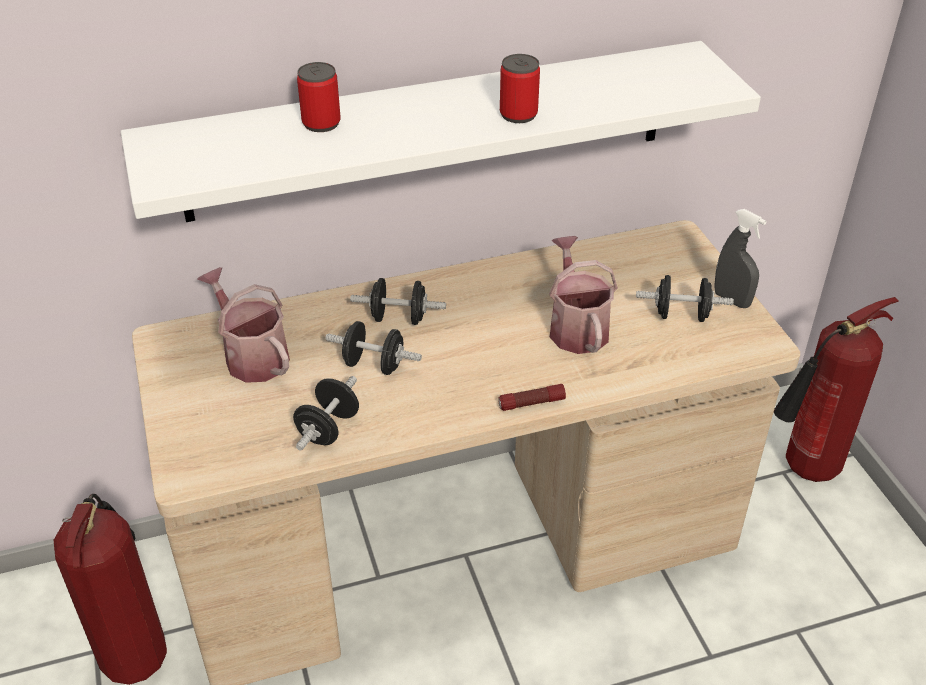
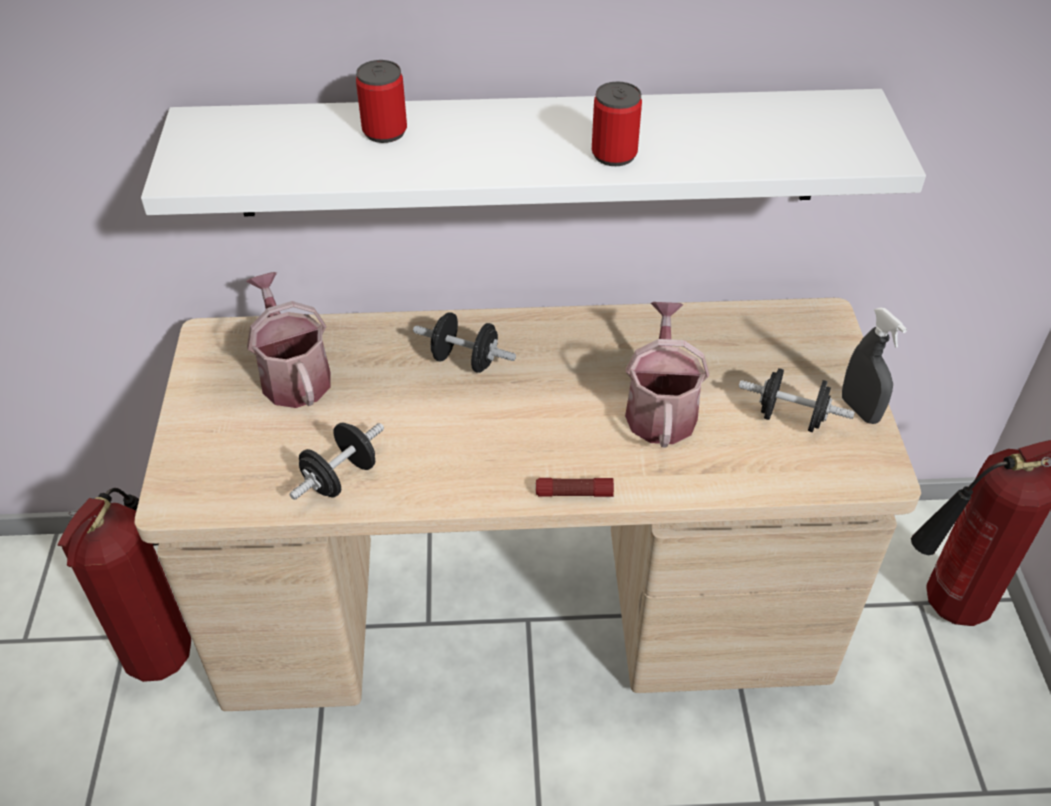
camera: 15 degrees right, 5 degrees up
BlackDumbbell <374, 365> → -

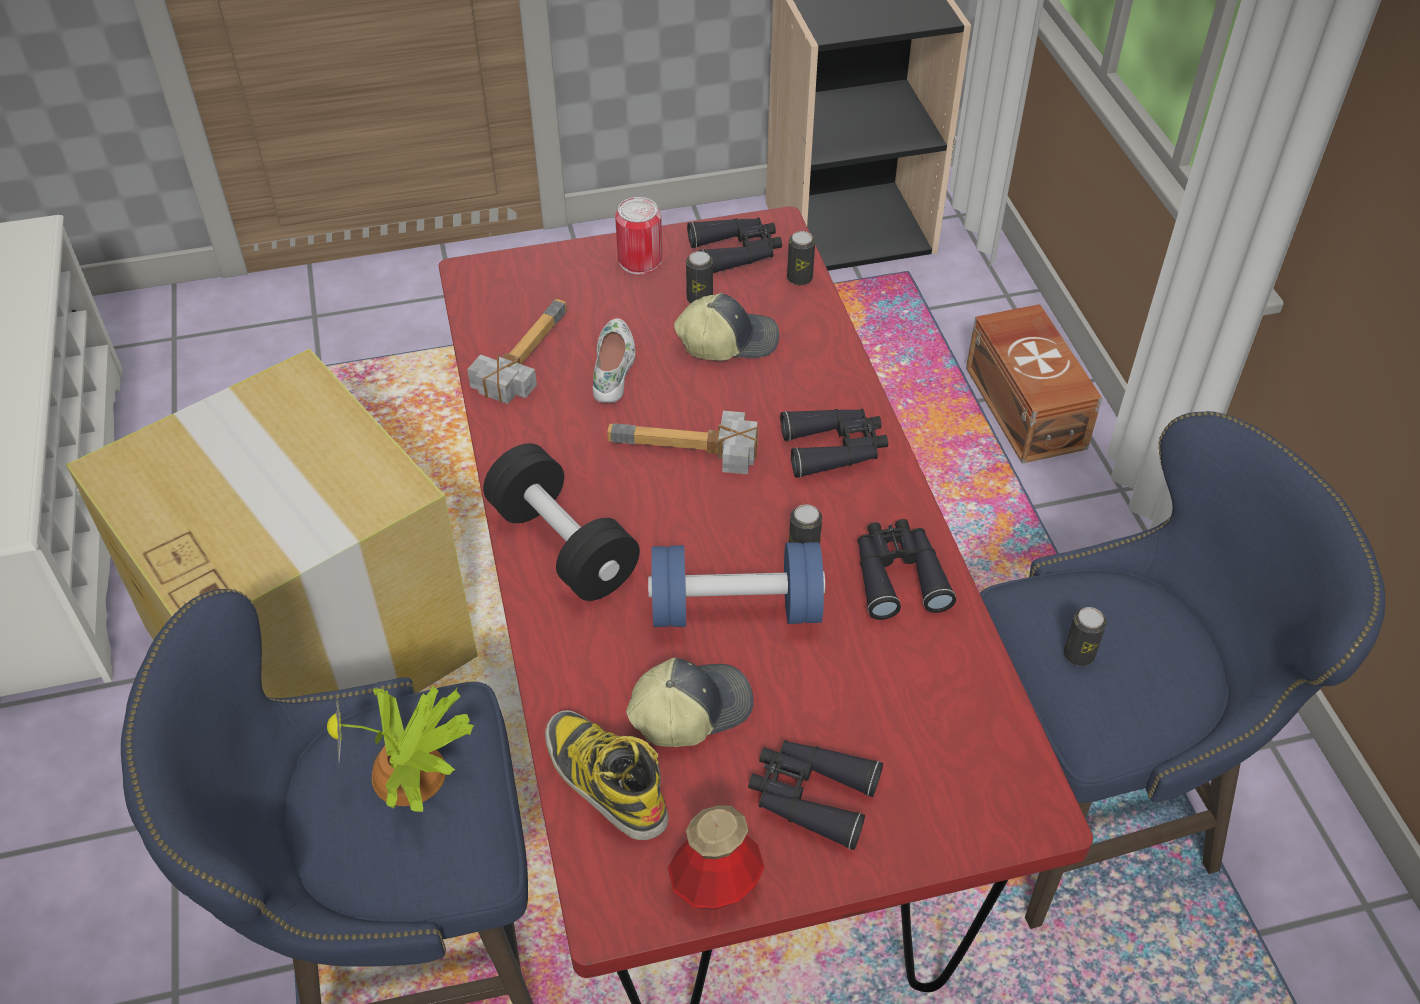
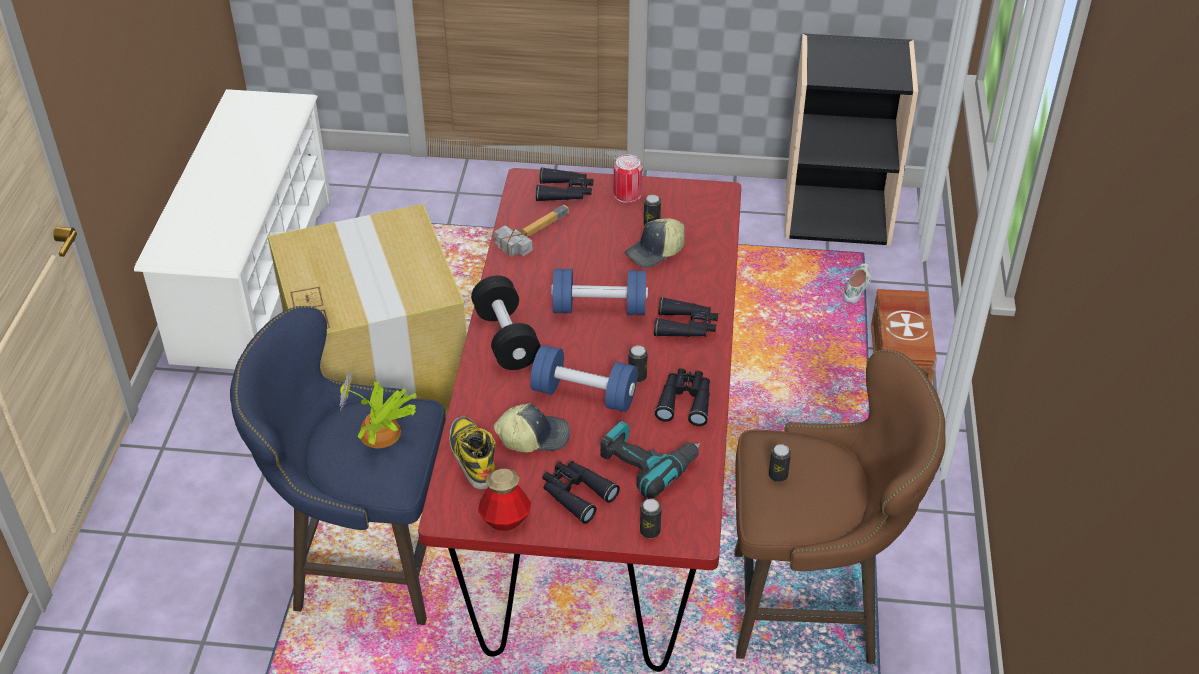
camera: 20 degrees right, 5 degrees down
WhiteShoe <614, 367> → WhiteShoe <857, 287>, relocated
Hammer <687, 453> → BlueDumbbell <599, 308>
Cap <727, 341> → Cap <655, 252>, 135 degrees clockwise
BlackBinoculars <736, 253> → BlackBinoculars <565, 192>, relocated
Can <799, 278> → Can <650, 531>, relocated
BlueStool <1092, 809> → BrownStool <812, 607>
- → PowerDrill <648, 463>

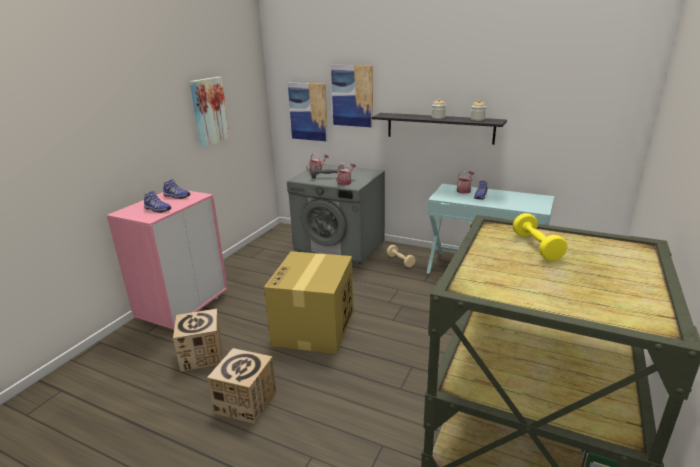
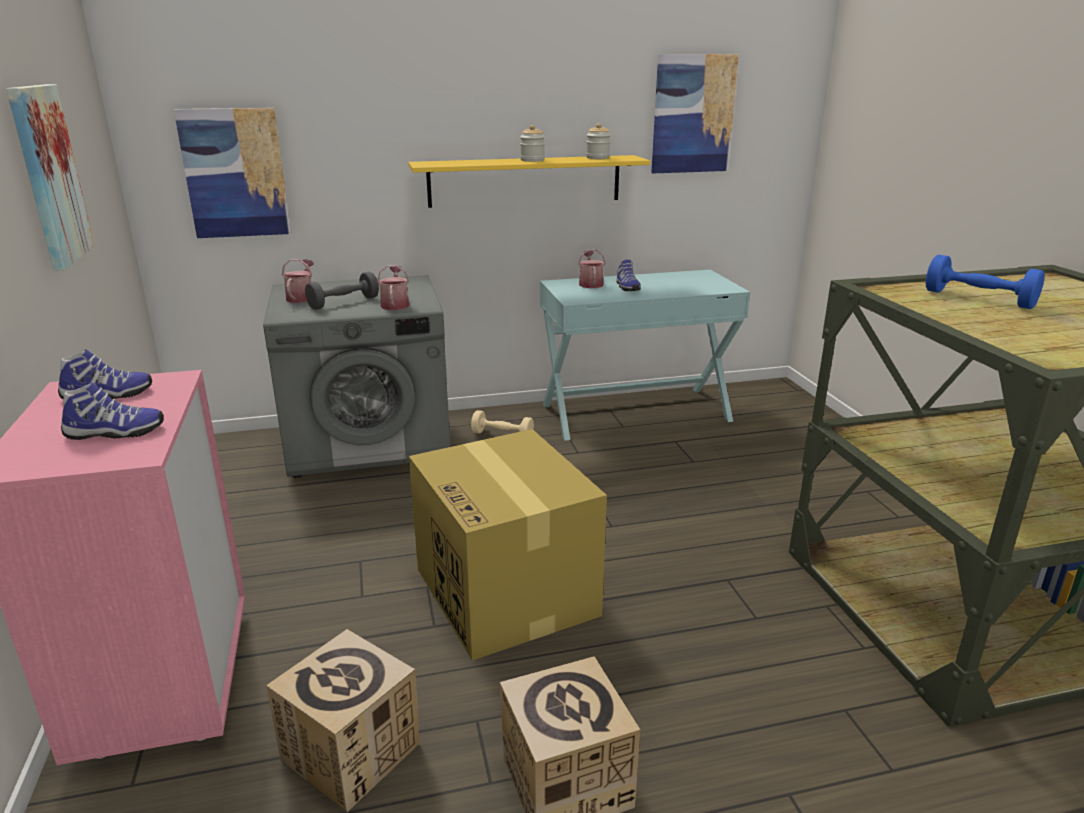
camera: 40 degrees left, 0 degrees up
Picture <352, 96> → Picture <693, 114>, relocated
BlackShelf <439, 128> → YellowShelf <525, 181>
YellowDumbbell <536, 247> → BlueDumbbell <978, 299>

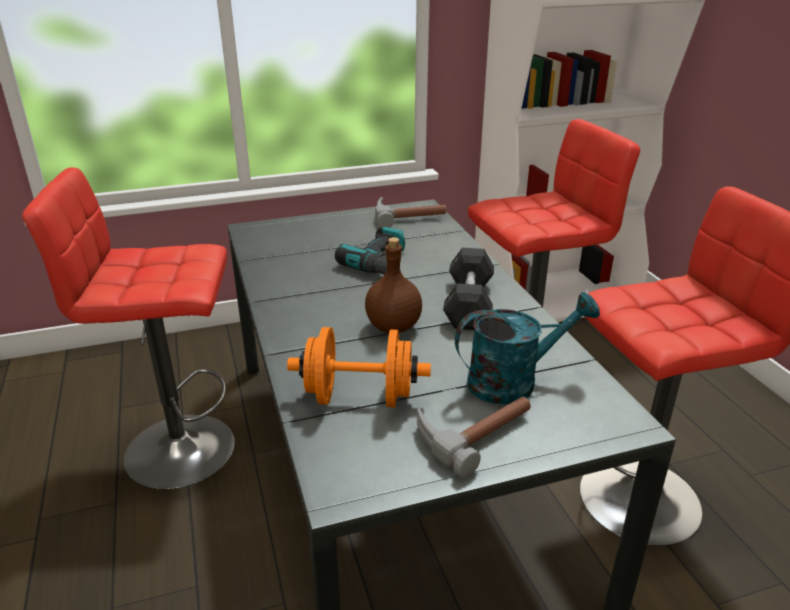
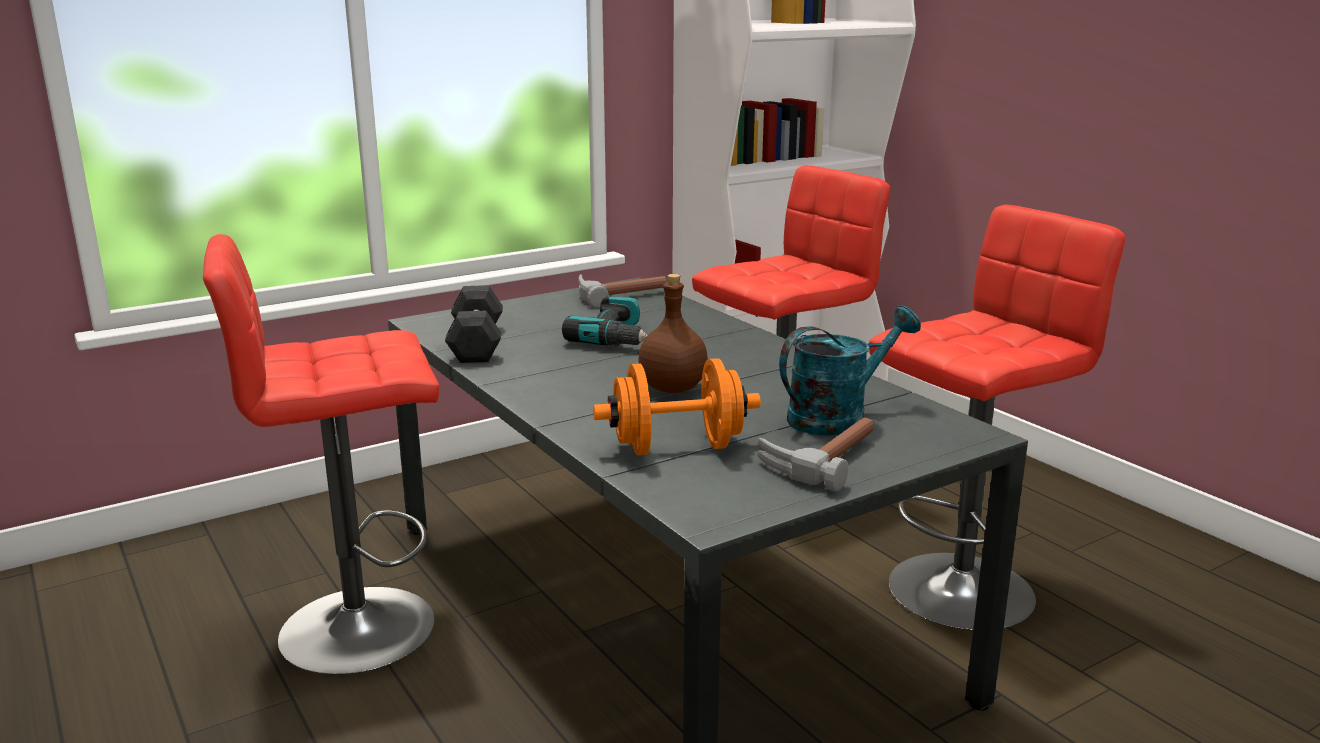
camera: 15 degrees left, 10 degrees down
GreyDumbbell <468, 304> → GreyDumbbell <476, 344>, relocated

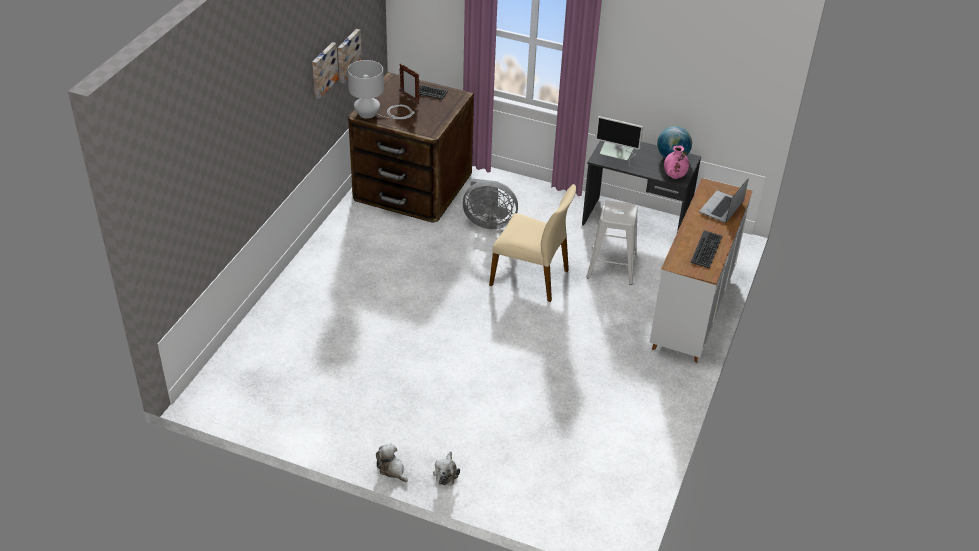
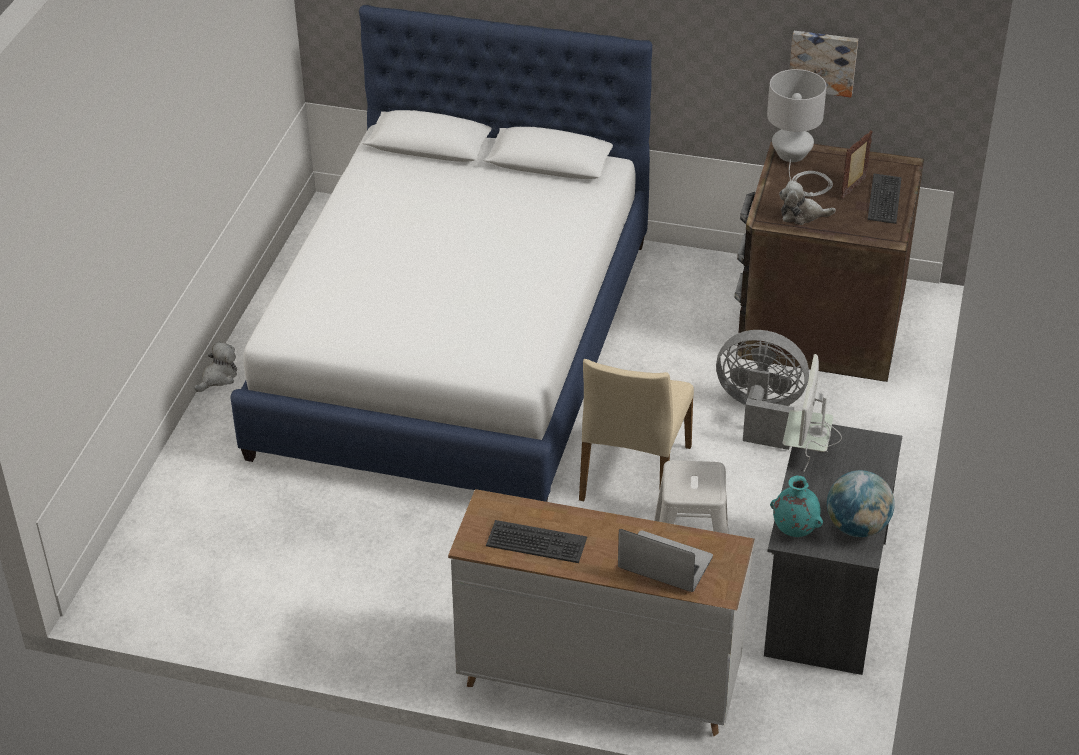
camera: 85 degrees right, 0 degrees up
Picture <323, 70> → -
PlushToy <446, 473> → PlushToy <802, 215>, relocated
GreyFan <488, 222> → GreyFan <760, 413>, 105 degrees clockwise
PinkVase <674, 176> → TurquoiseVase <794, 531>
- → WhiteBed <456, 345>

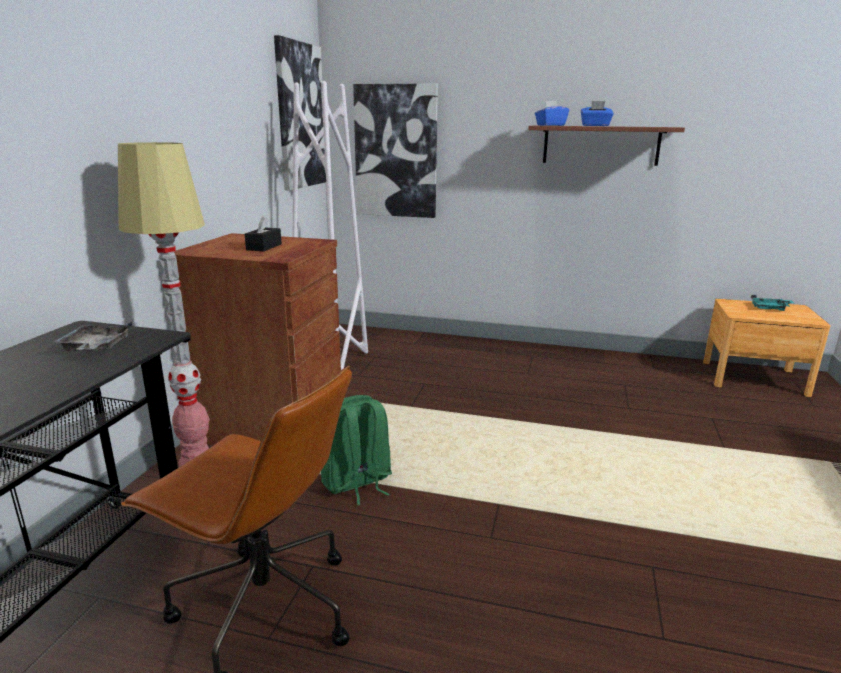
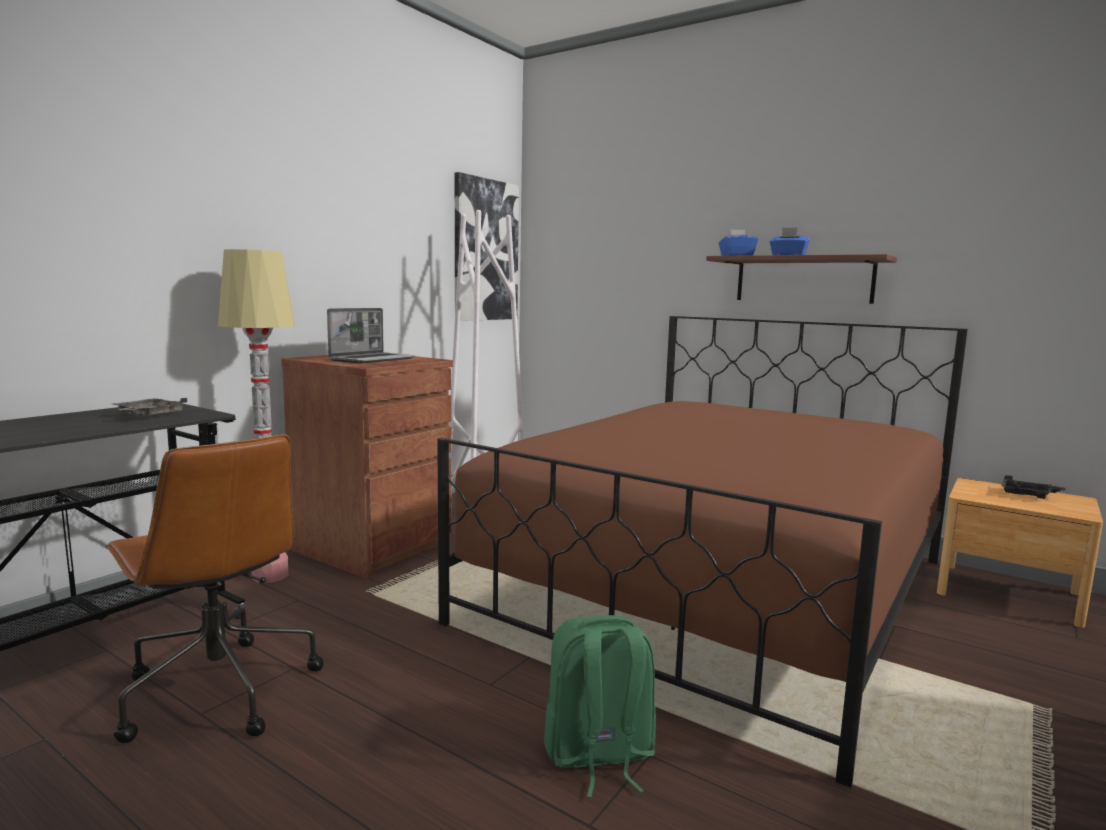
camera: 20 degrees right, 10 degrees down
BlackTissueBox <264, 247> → Laptop <373, 359>
GreenBackpack <356, 482> → GreenBackpack <598, 756>, relocated
Picture <396, 152> → -
TurquoiseTray <770, 308> → BlackTray <1028, 495>
- → BrownBed <719, 589>

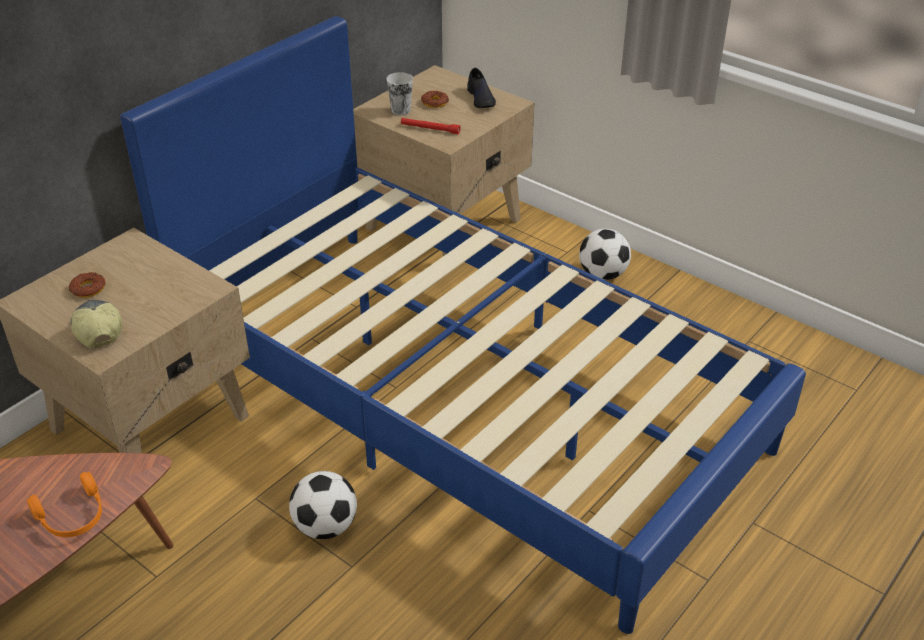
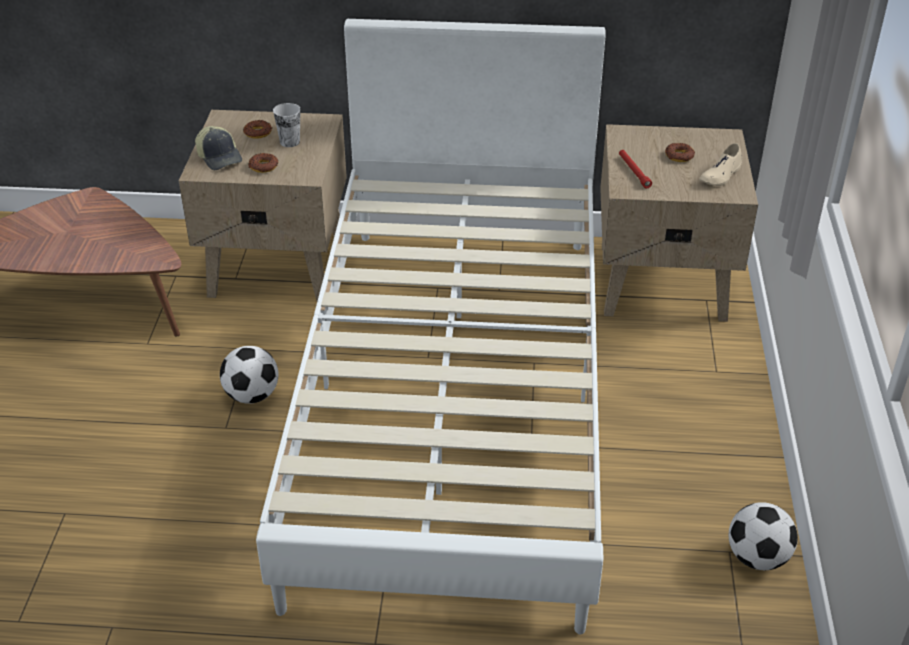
camera: 55 degrees right, 0 degrees up
OrangeHeadphones <73, 517> → -
Cap <96, 330> → Cap <220, 157>, 120 degrees clockwise
BlueBed <461, 395> → WhiteBed <454, 396>
Cup <401, 110> → Cup <290, 142>, relocated
BlackShoe <481, 99> → BeigeShoe <720, 175>
Football <602, 275> → Football <757, 558>, relocated
- → Donut <263, 166>

